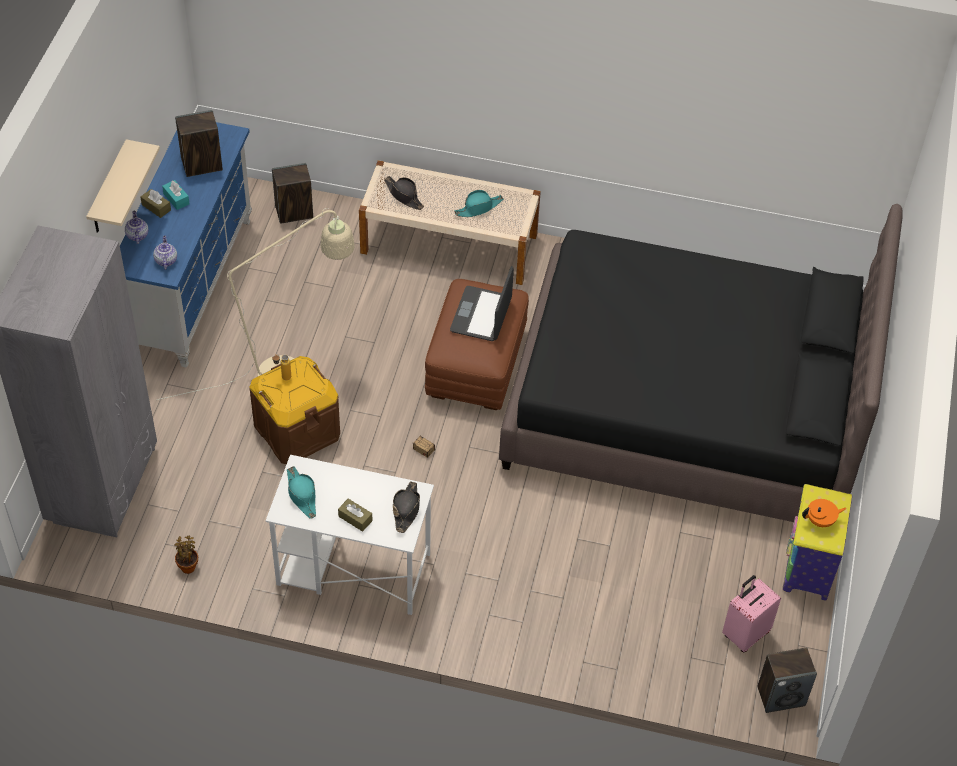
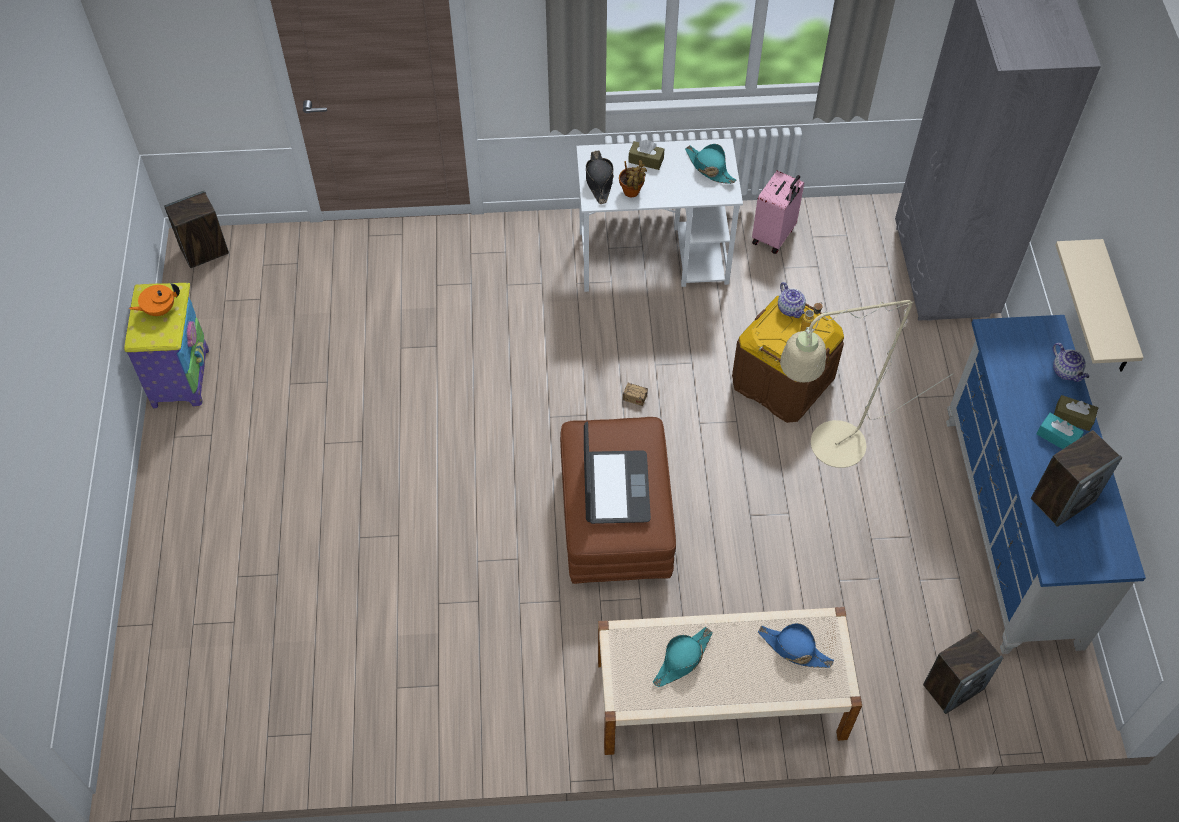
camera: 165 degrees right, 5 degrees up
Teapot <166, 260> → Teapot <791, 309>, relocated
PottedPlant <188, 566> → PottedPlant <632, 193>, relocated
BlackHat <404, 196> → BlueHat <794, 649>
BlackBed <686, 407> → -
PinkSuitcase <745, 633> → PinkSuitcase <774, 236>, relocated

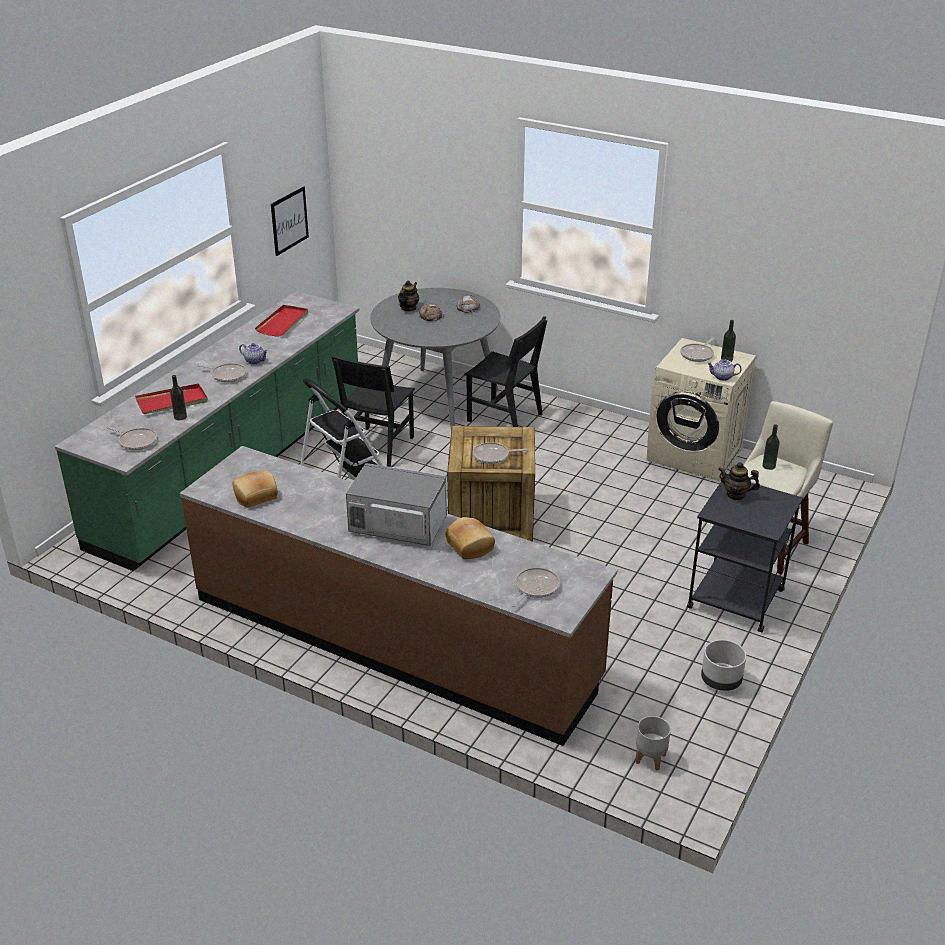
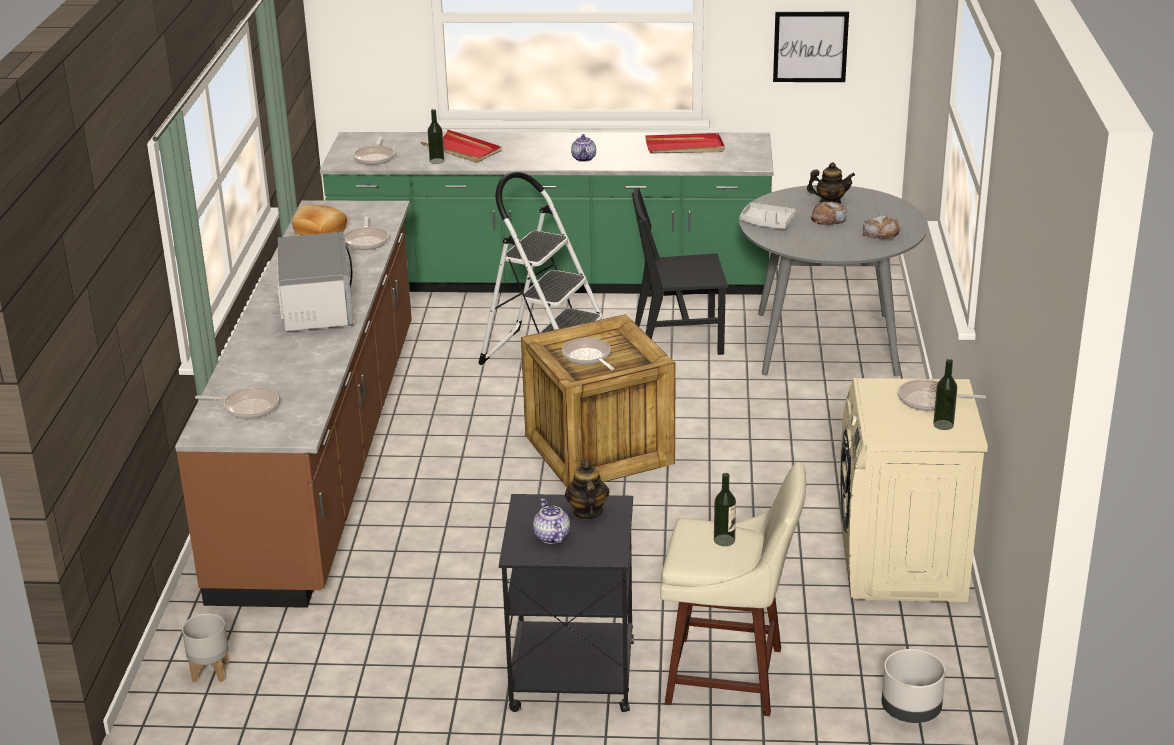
camera: 65 degrees right, 5 degrees down
FryingPan <227, 375> → FryingPan <366, 241>, relocated
Bread <471, 545> → -
BlackChair <504, 418> → -
GreyPlanter <721, 680> → GreyPlanter <911, 710>, relocated
Teapot <722, 377> → Teapot <550, 536>, relocated
- → GreyTray <767, 223>

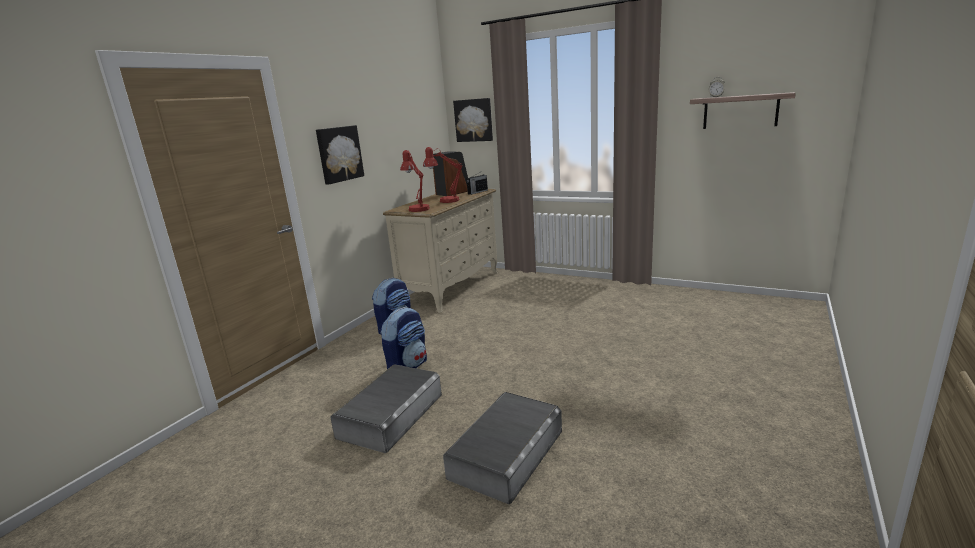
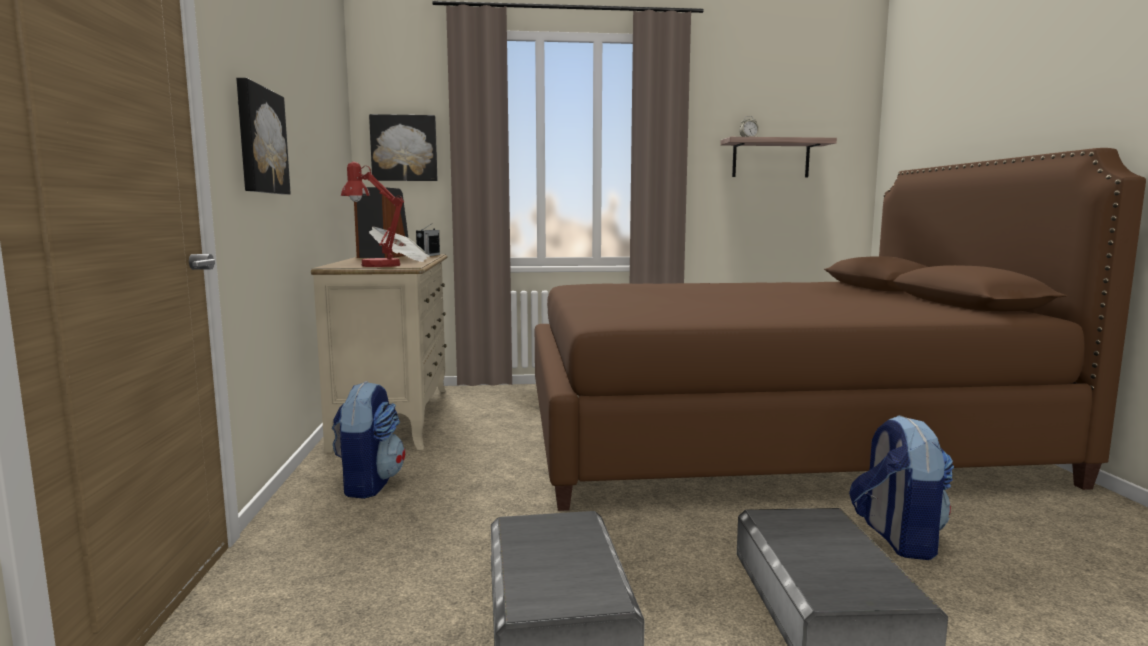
camera: 35 degrees left, 10 degrees down
Backpack <408, 366> → Backpack <897, 538>, relocated
RedTableLamp <445, 201> → Newspaper <401, 260>
- → BrownBed <762, 434>

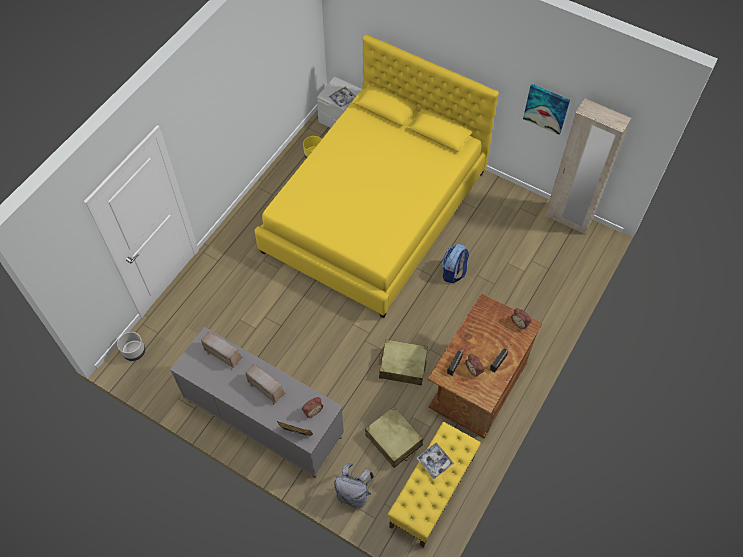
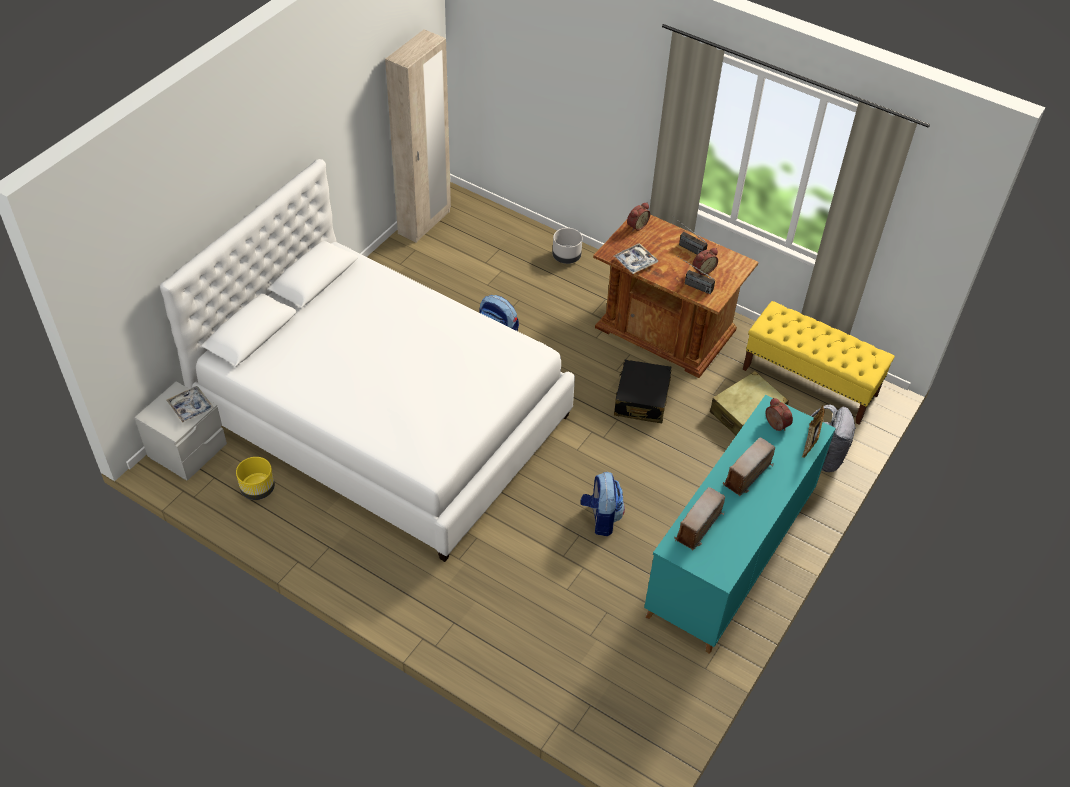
camera: 90 degrees left, 10 degrees down
GreyPlanter <134, 351> → GreyPlanter <566, 257>, relocated
GreyDresser <264, 419> → TurquoiseDresser <730, 555>
YellowBed <375, 211> → WhiteBed <383, 415>
BeigeSuitcase <402, 366> → BlackSuitcase <641, 399>
Tray <434, 461> → Tray <635, 262>, relocated
Picture <546, 108> → -
- → Backpack <601, 518>

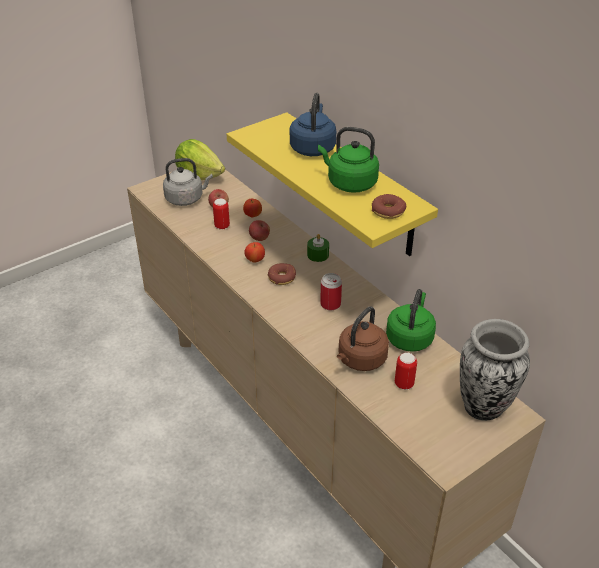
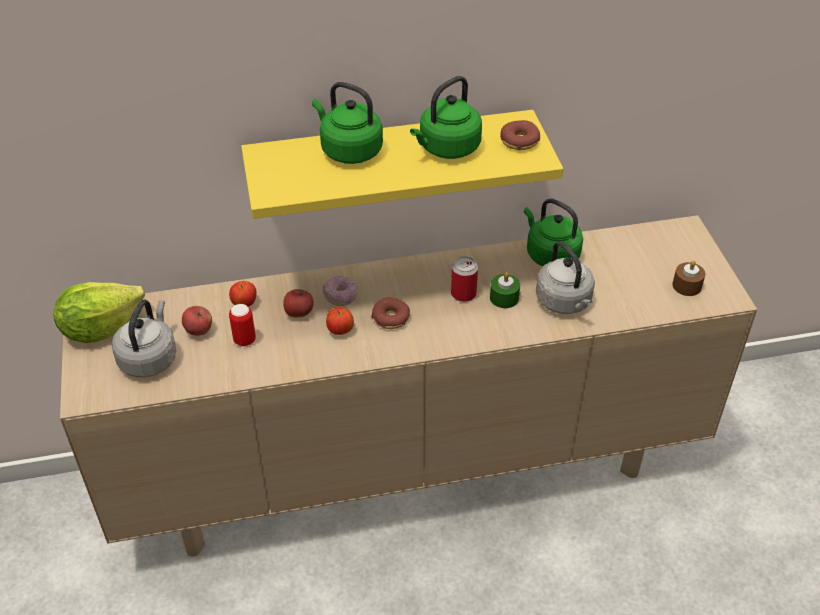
camera: 65 degrees left, 5 degrees up
BlueKettle <313, 147> → GreenKettle <349, 150>
GreenCandle <318, 255> → GreenCandle <504, 298>, relocated
BrownKettle <360, 360> → GreyKettle <565, 302>
Can <404, 384> → -
Vase <483, 408> → -
- → Donut <341, 297>
- → BrownCandle <687, 286>

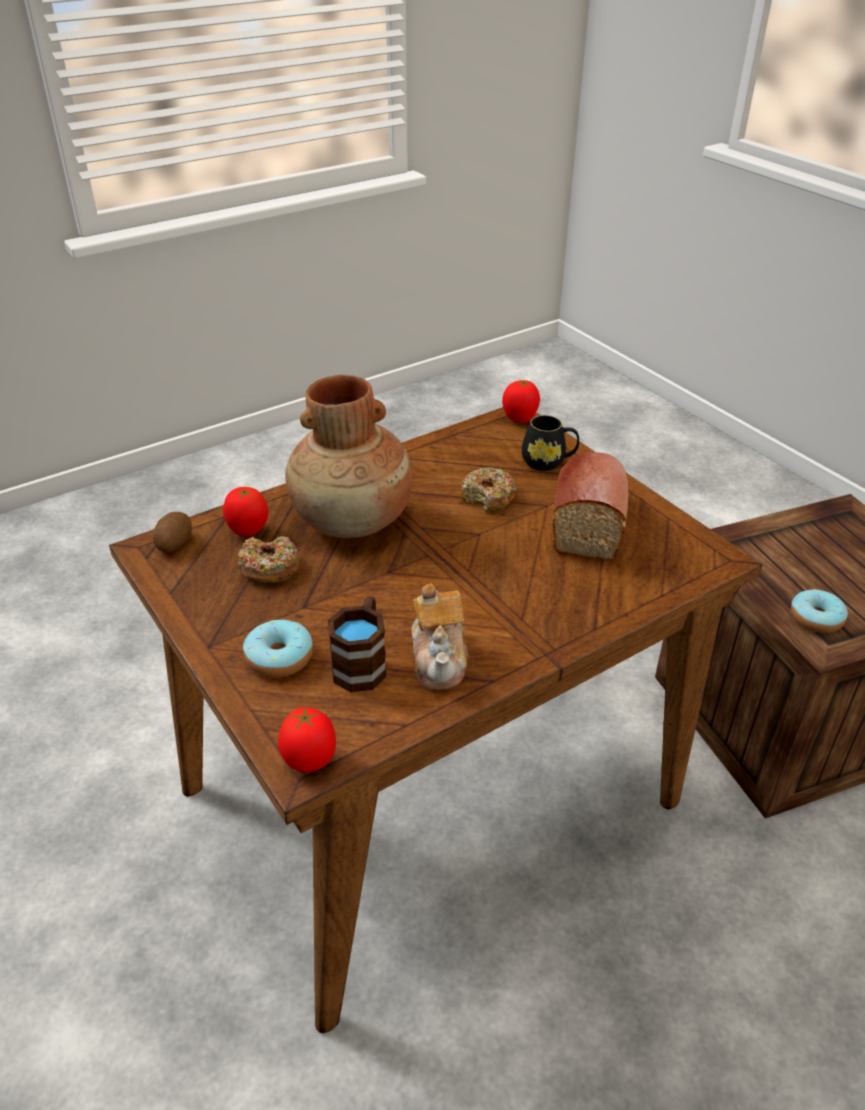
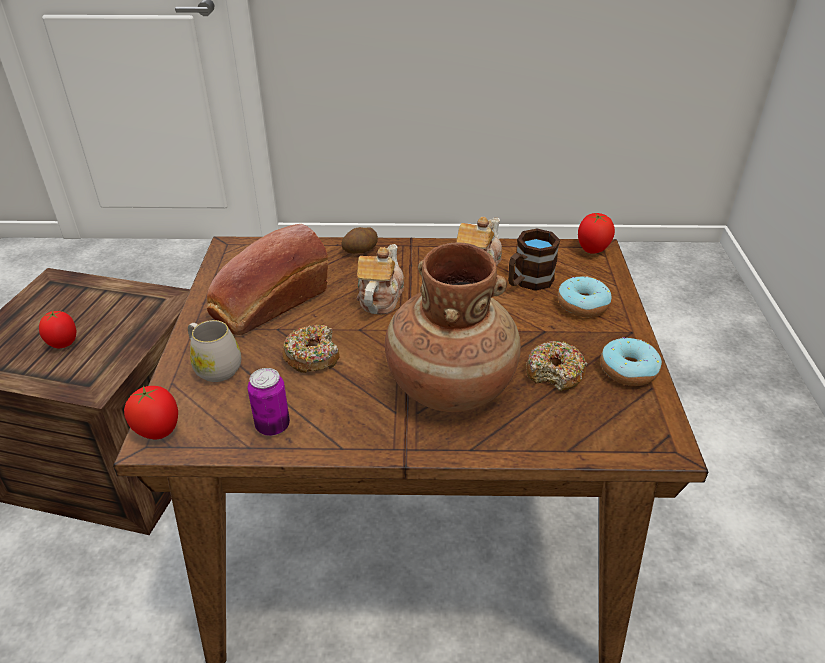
camera: 145 degrees left, 0 degrees up
Potato <174, 543> → Potato <361, 250>, relocated
Tomato <248, 531> → Tomato <64, 344>, relocated
BlackMug <548, 462> → WhiteMug <214, 367>
Donut <816, 619> → Donut <628, 370>, relocated
- → Can <272, 426>
- → Teapot <380, 298>

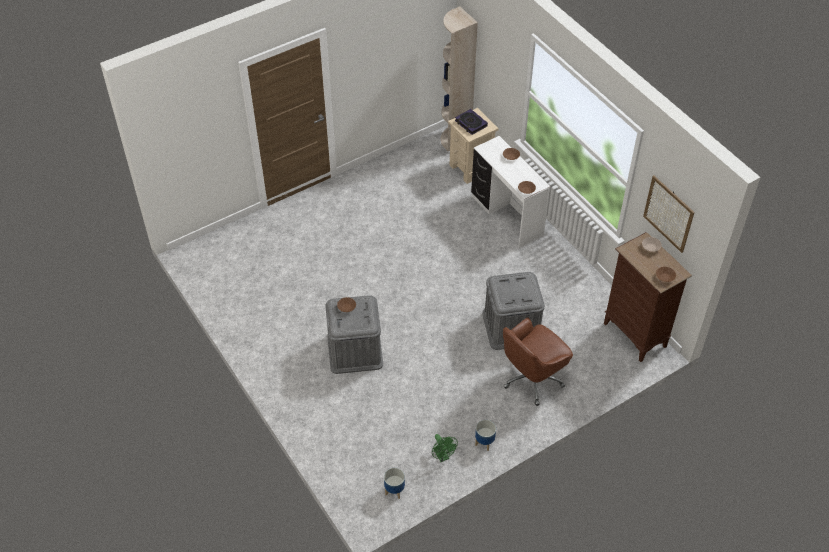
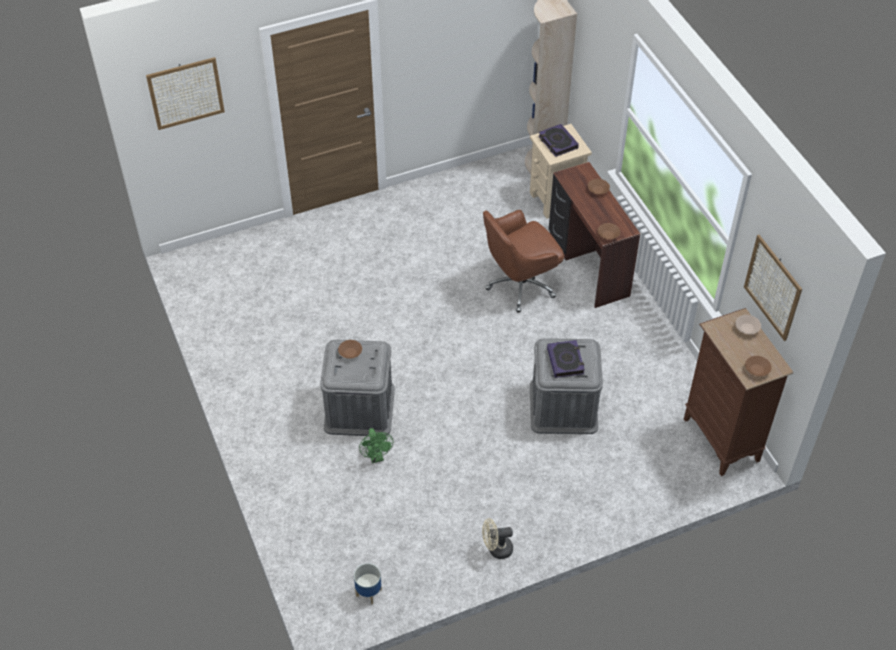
camera: 10 degrees right, 0 degrees up
GreenFan <442, 456> → GreenFan <376, 457>, relocated
WhiteDesk <506, 216> → BrownDesk <587, 266>
Planter <485, 442> → BeigeFan <496, 549>
BrownOfficeChair <532, 378> → BrownOfficeChair <520, 284>, relocated
- → Picture <185, 92>
- → Book <565, 361>

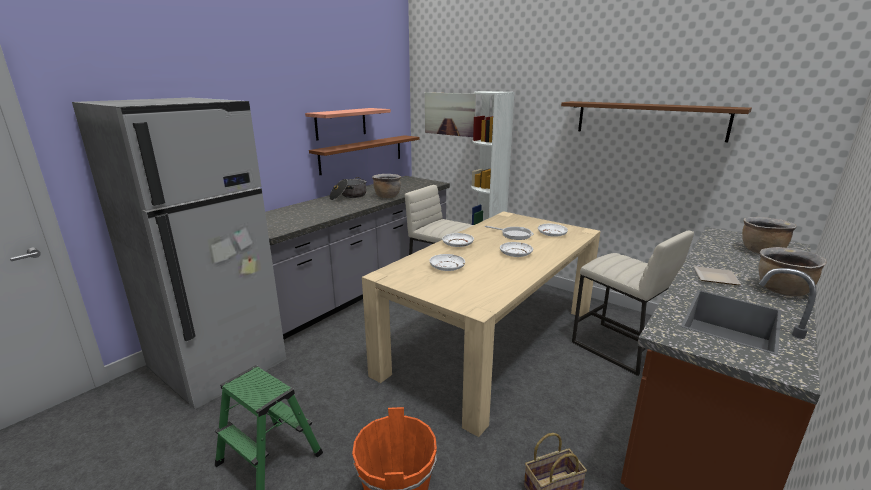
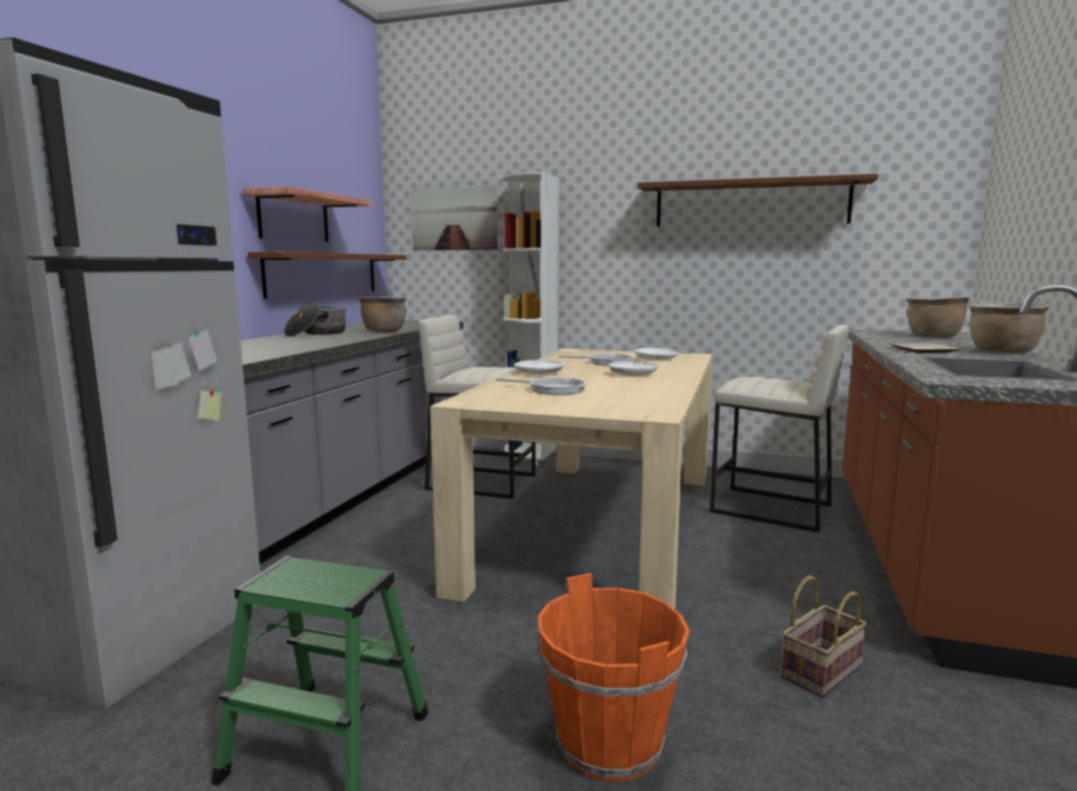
camera: 20 degrees left, 10 degrees down
WhitePlate <447, 267> → FryingPan <553, 389>

